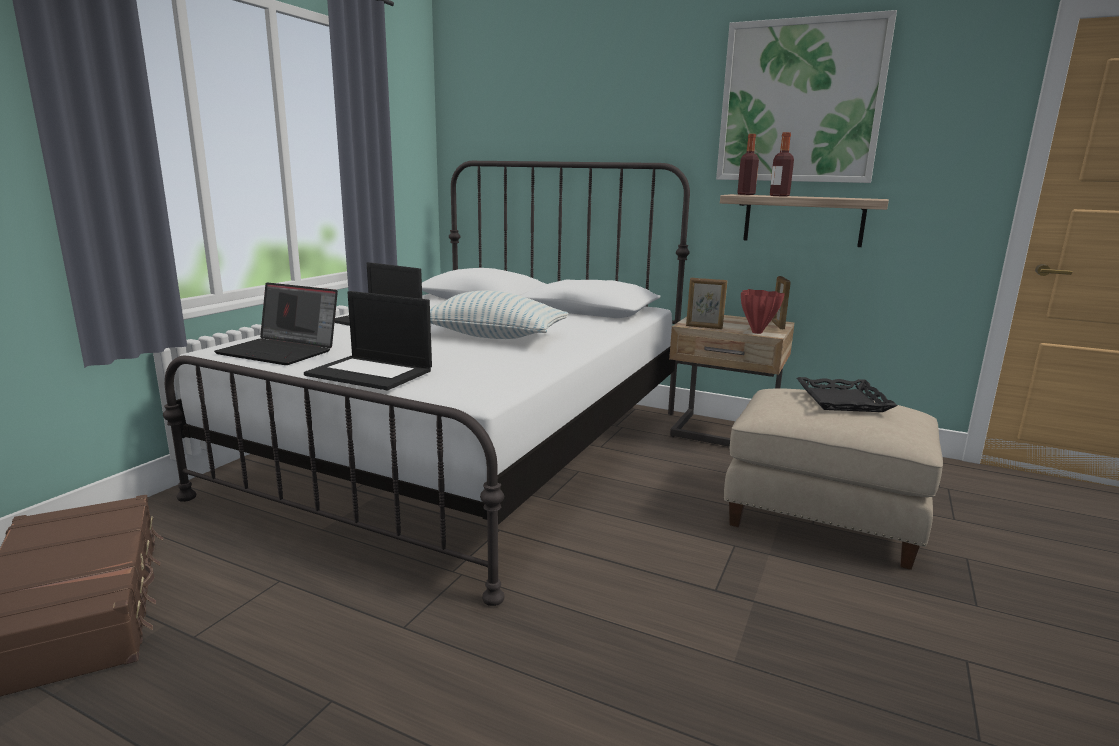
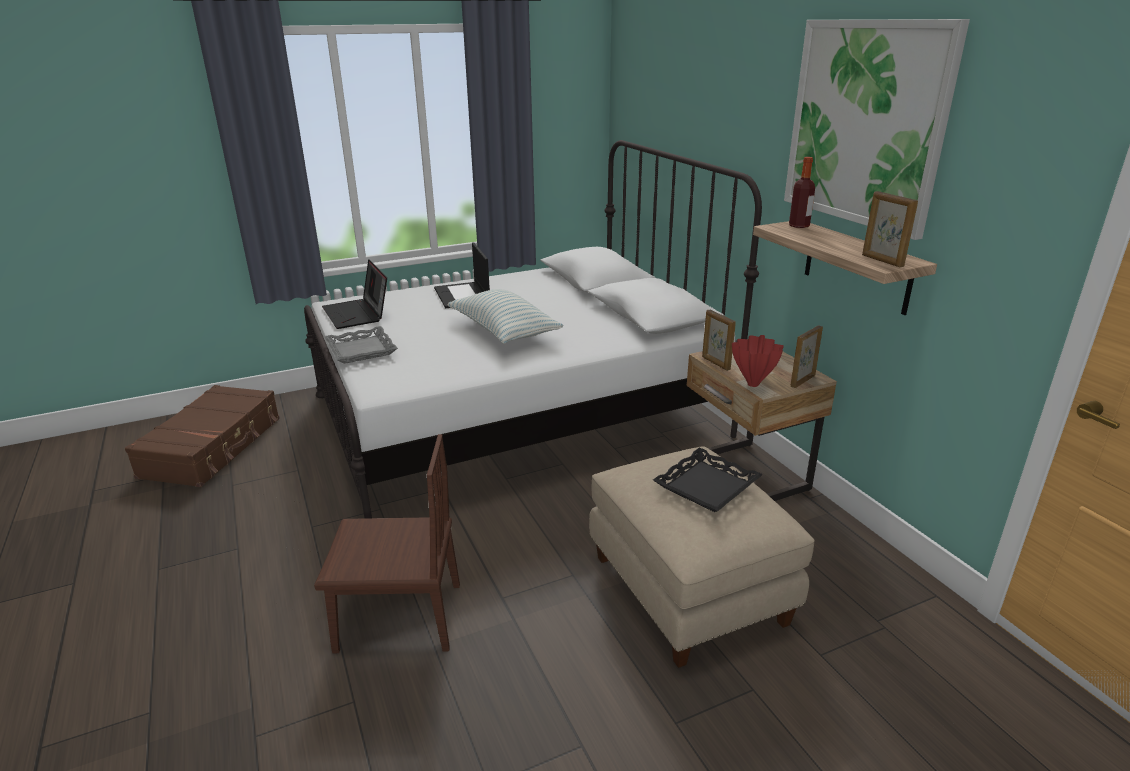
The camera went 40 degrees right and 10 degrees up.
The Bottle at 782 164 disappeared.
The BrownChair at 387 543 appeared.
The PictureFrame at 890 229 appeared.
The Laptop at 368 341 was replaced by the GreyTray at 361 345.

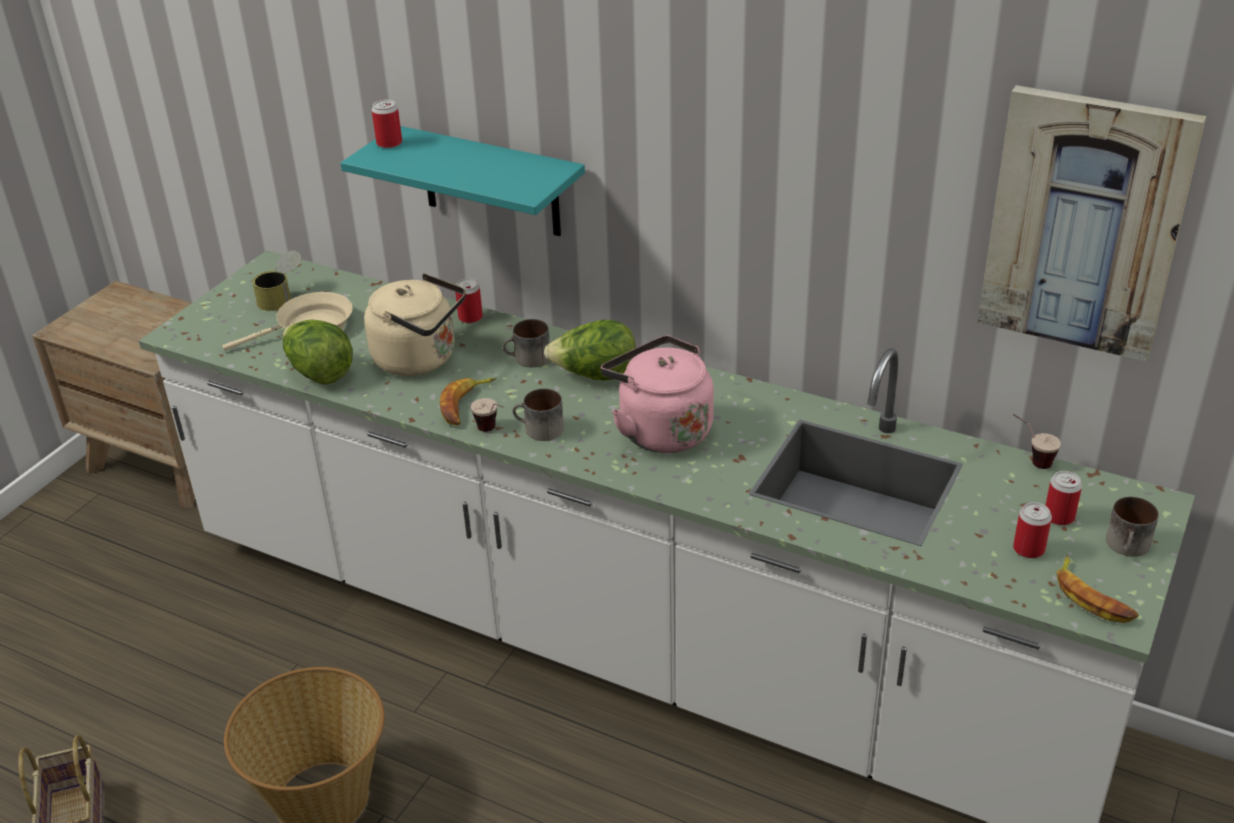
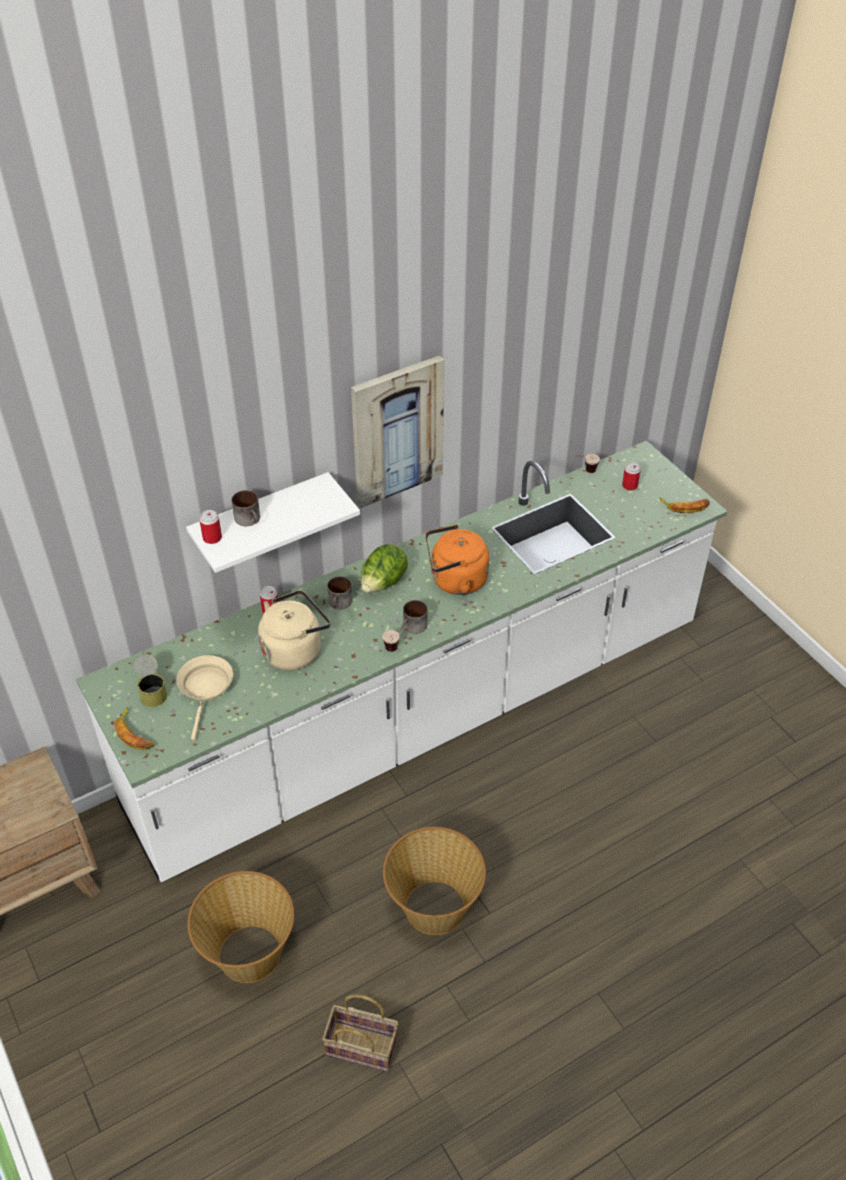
The camera went 60 degrees left and 10 degrees up.
The Lettuce at 318 352 disappeared.
The Can at 1032 530 disappeared.
The Basket at 240 927 appeared.
The Banana moved from 468 401 to 134 728.
The Picture moved from 1092 223 to 397 431.
The Mug moved from 1132 527 to 246 508.
The TurquoiseShelf at 463 181 became the WhiteShelf at 273 522.
The PinkKettle at 657 394 became the OrangeKettle at 457 560.

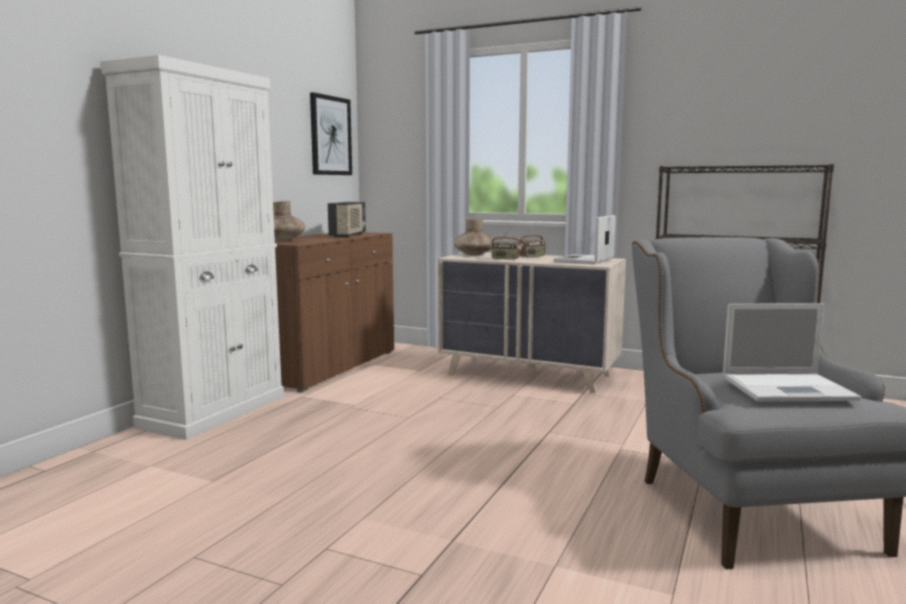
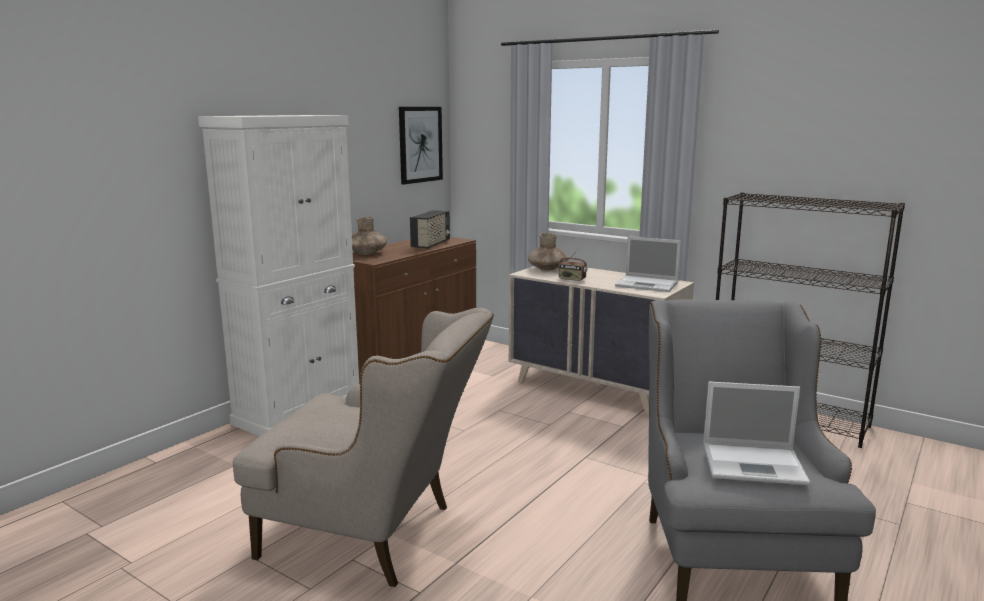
The camera went 10 degrees right and 5 degrees up.
The Radio at 532 242 disappeared.
The BeigeArmchair at 363 447 appeared.
The Laptop at 584 239 turned 105 degrees counterclockwise.

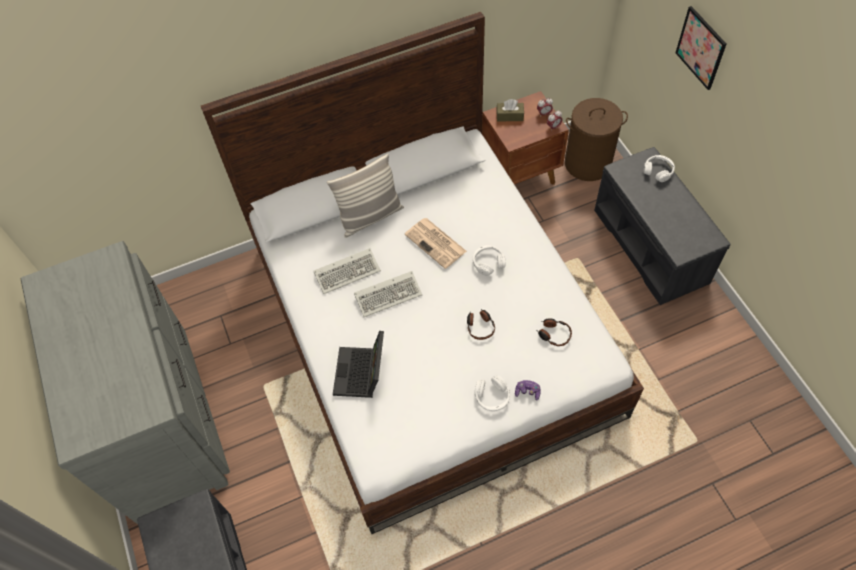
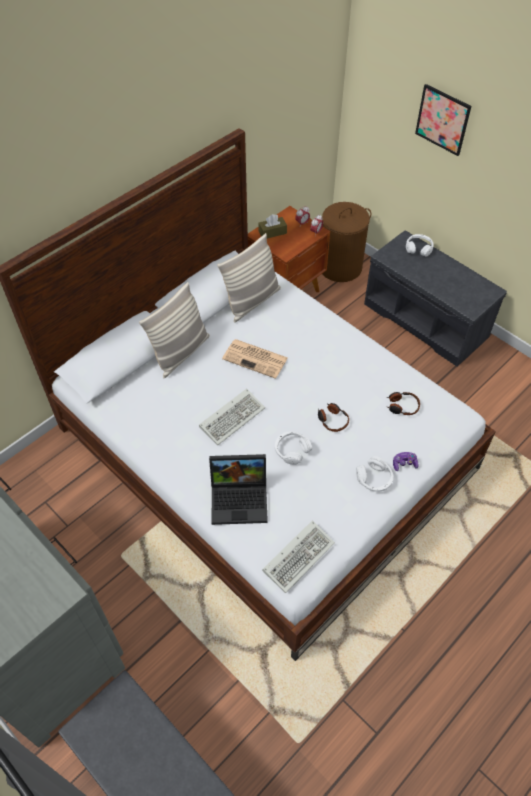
The camera went 25 degrees left and 5 degrees down.
The Pillow at 249 278 appeared.
The Keyboard moved from 347 271 to 298 556.
The WhiteHeadphones moved from 489 260 to 293 448.
The Laptop at 358 364 turned 75 degrees counterclockwise.

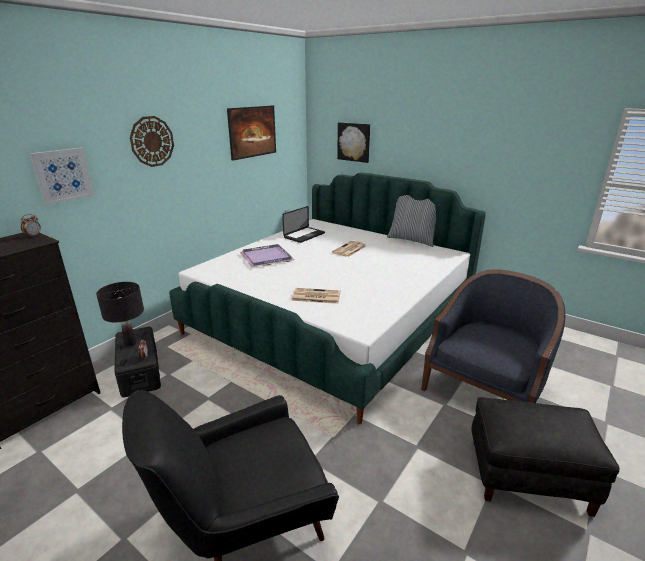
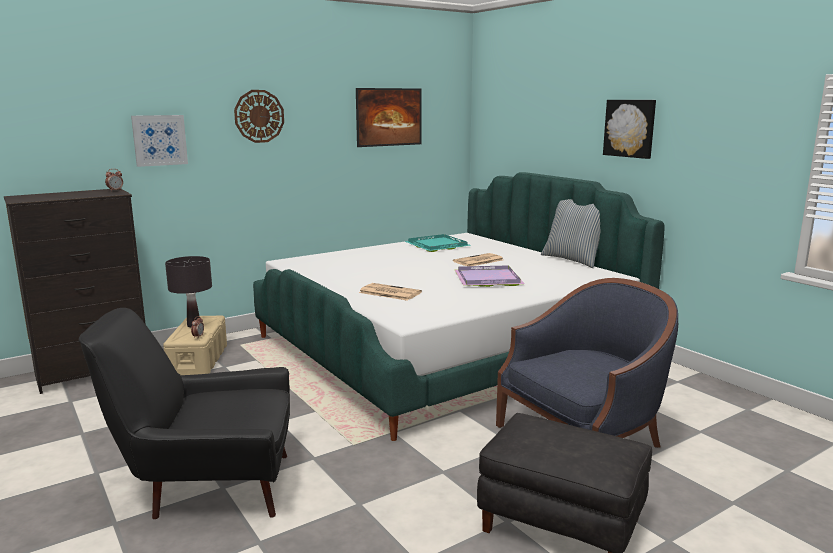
The camera went 20 degrees right and 10 degrees down.
The PurpleTray moved from 267 255 to 490 276.
The Picture moved from 353 142 to 629 129.
The Laptop at 303 224 was replaced by the TurquoiseTray at 437 243.
The BlackStorageBox at 137 362 became the BeigeStorageBox at 195 345.

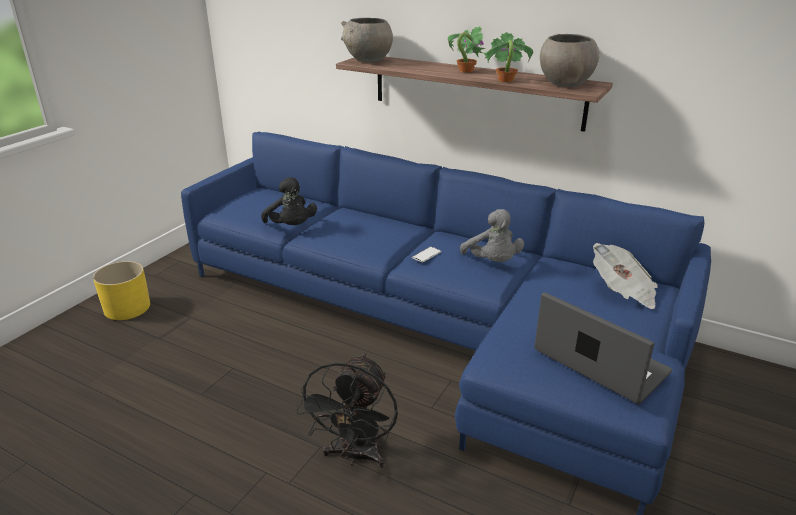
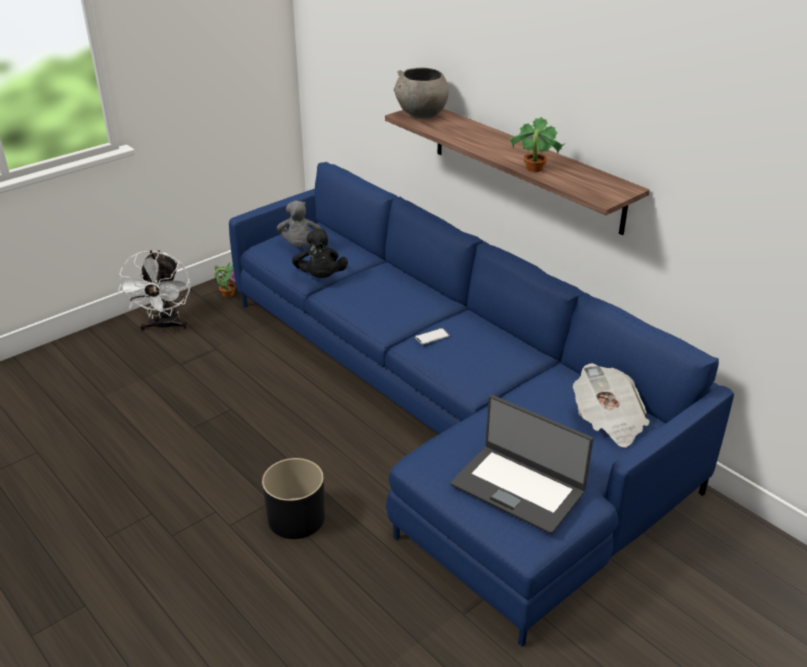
The camera went 20 degrees right and 5 degrees up.
The GreyBowl at 569 60 disappeared.
The PottedPlant moved from 467 49 to 225 279.
The GreyPlushToy moved from 492 235 to 299 224.
The YellowPlanter at 121 290 was replaced by the WhiteFan at 154 290.
The BlackFan at 347 410 was replaced by the BlackPlanter at 293 498.
The Laptop at 603 348 turned 150 degrees clockwise.

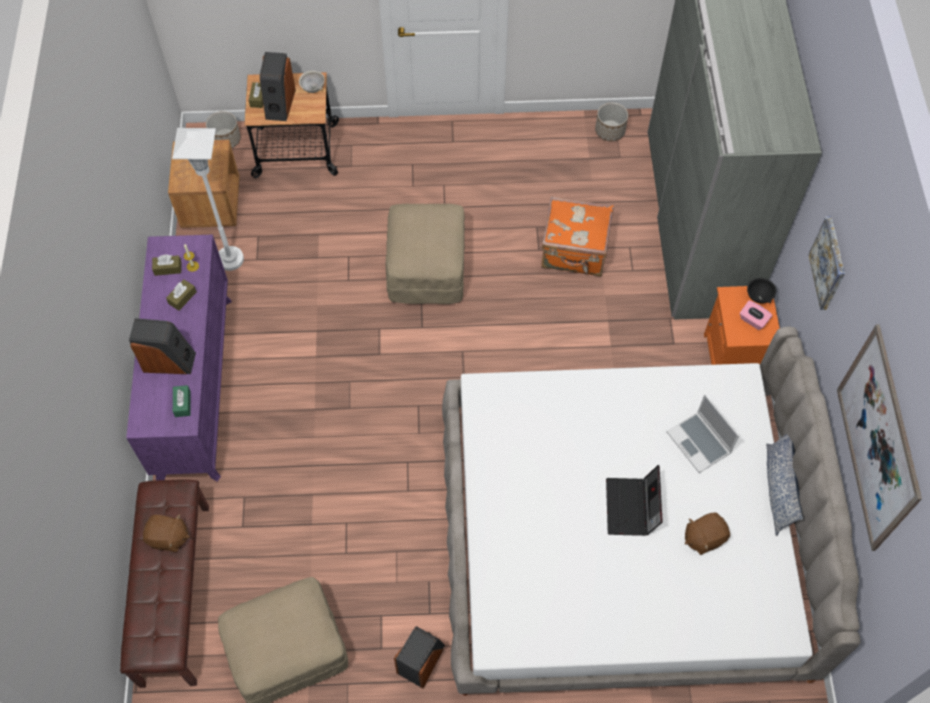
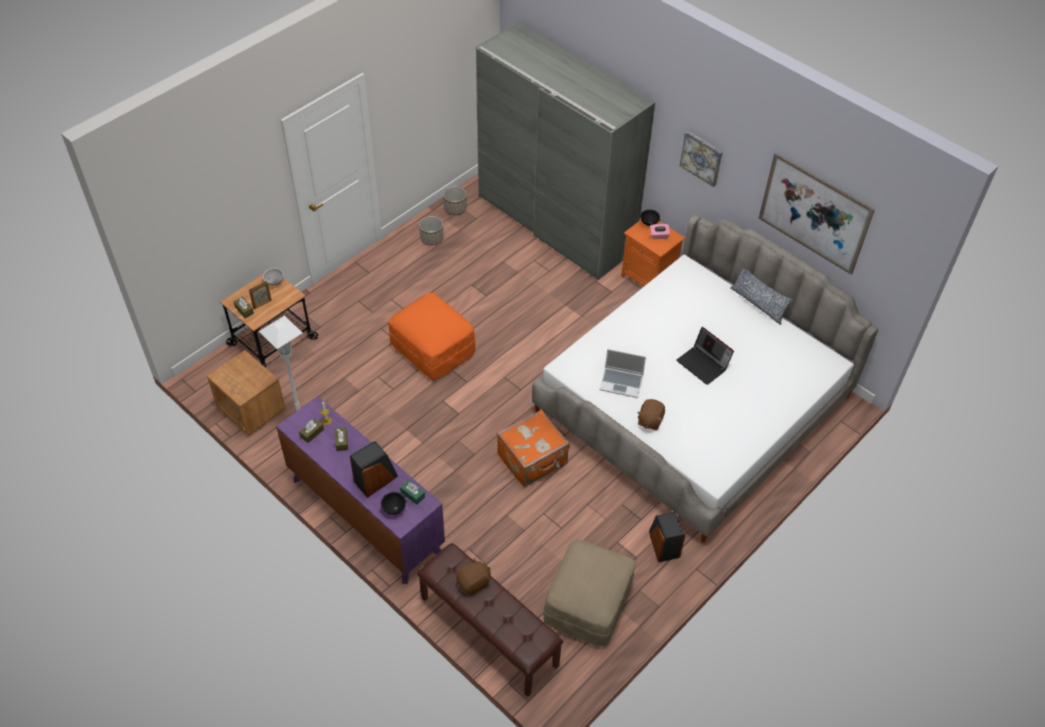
The camera went 45 degrees left and 10 degrees down.
The BlackBowl at 394 503 appeared.
The Planter moved from 223 129 to 431 231.
The OrangeSuitcase moved from 577 236 to 533 448.
The Laptop moved from 702 433 to 622 373.
The BrownPlushToy moved from 707 533 to 651 414.
The Speaker at 278 86 was replaced by the PictureFrame at 260 295.
The BeigeOttoman at 425 254 became the OrangeOttoman at 431 336.

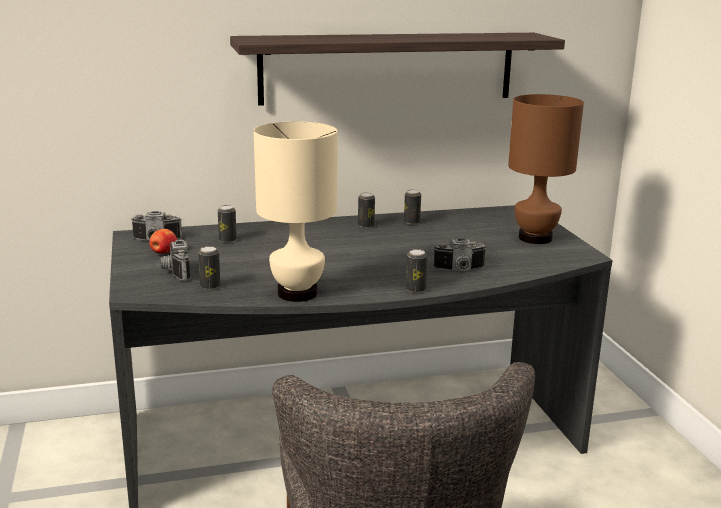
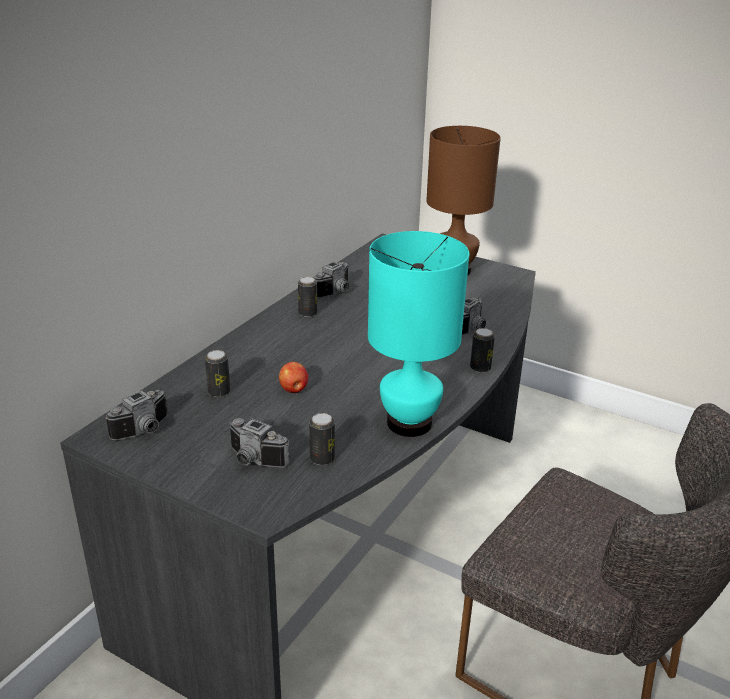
The camera went 45 degrees left and 10 degrees up.
The Shelf at 397 69 disappeared.
The Apple moved from 163 241 to 293 377.
The Can at 412 207 was replaced by the PhotoCamera at 331 280.
The BeigeTableLamp at 296 211 became the TurquoiseTableLamp at 418 334.

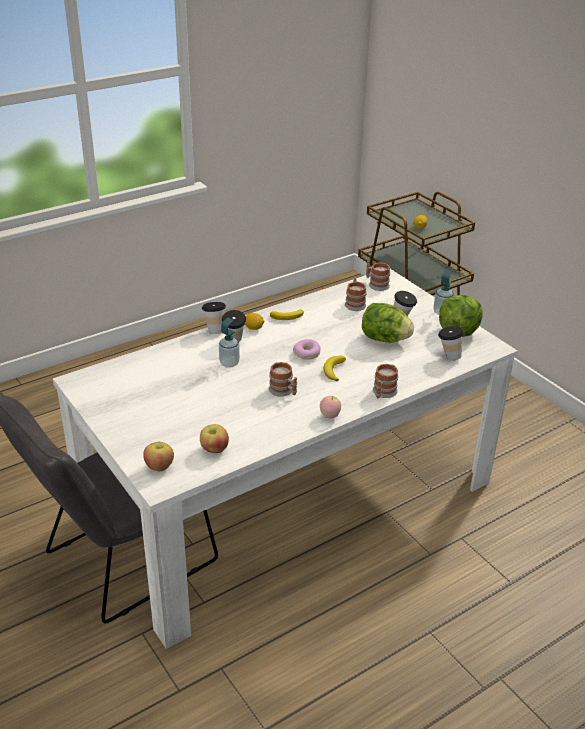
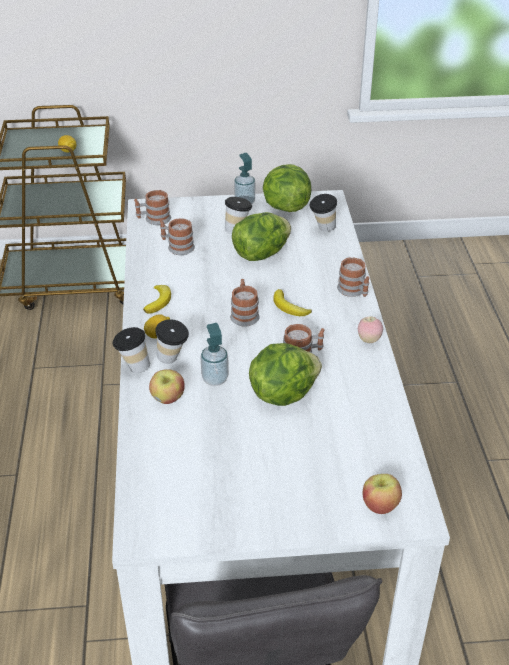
The camera went 60 degrees left and 5 degrees up.
The Lettuce at 285 374 appeared.
The Apple moved from 214 438 to 167 386.
The Donut at 307 349 was replaced by the Mug at 245 302.

